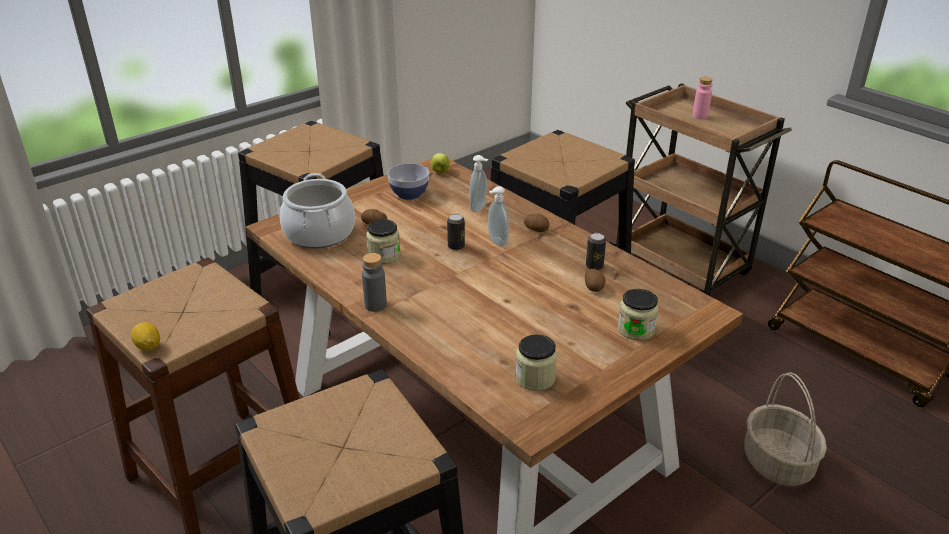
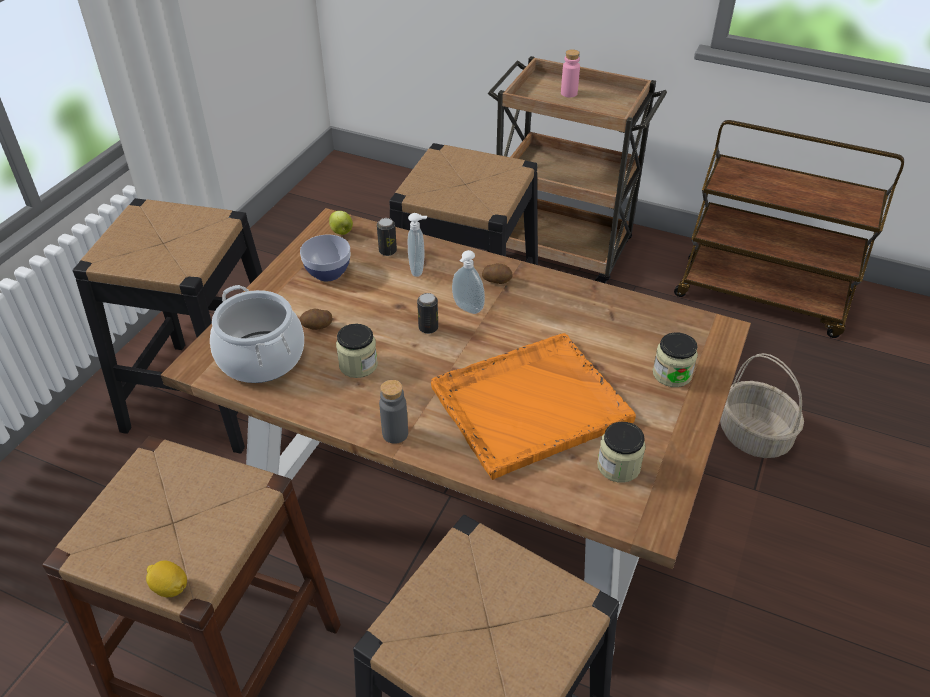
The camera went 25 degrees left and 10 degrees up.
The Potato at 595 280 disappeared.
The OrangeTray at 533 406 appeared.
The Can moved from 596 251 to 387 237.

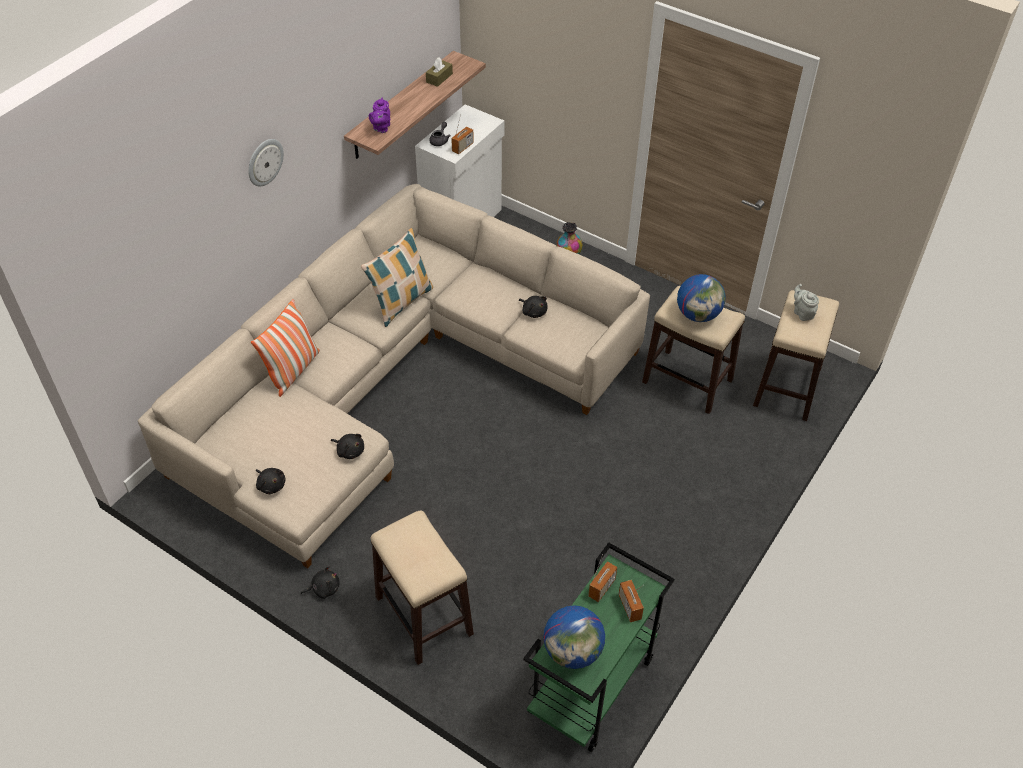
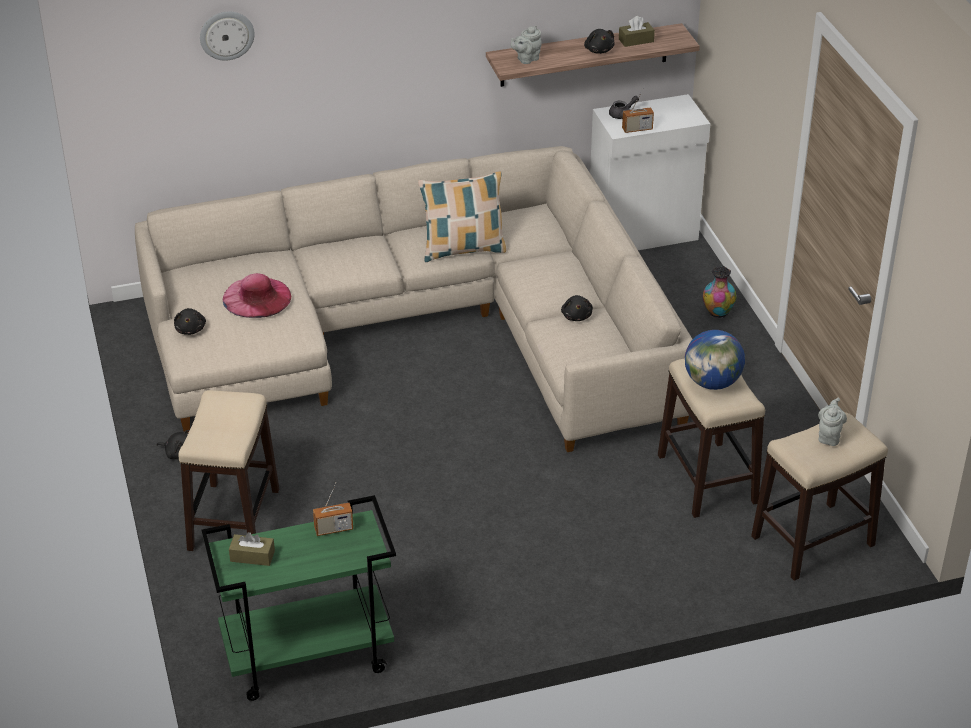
The camera went 40 degrees right and 10 degrees down.
The Pillow at 285 348 disappeared.
The Radio at 631 601 disappeared.
The PinkHat at 257 295 appeared.
The WallClock moved from 266 163 to 227 36.
The BlackPlushToy moved from 347 446 to 599 41.
The Globe at 574 637 was replaced by the BrownTissueBox at 252 549.
The PurpleTeapot at 379 115 became the GreyTeapot at 526 45.

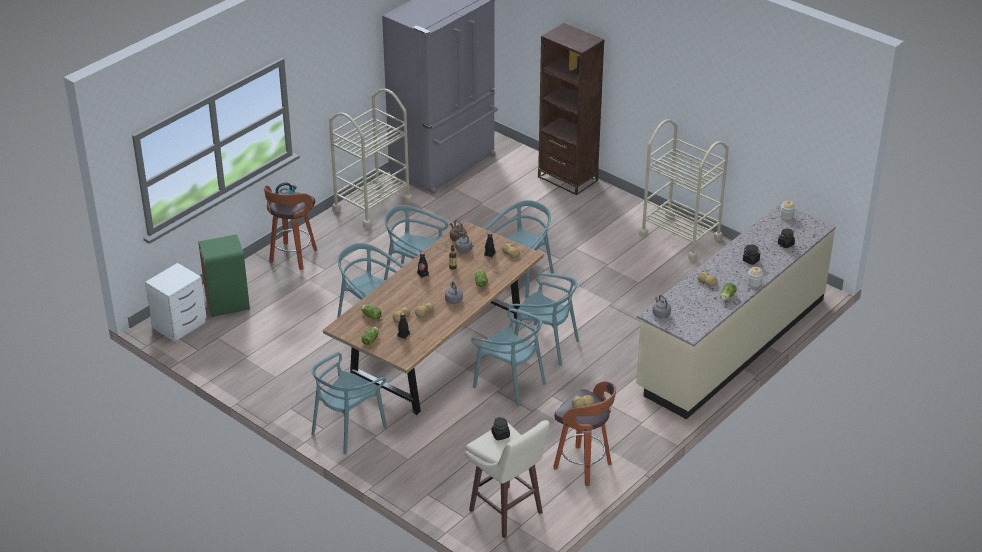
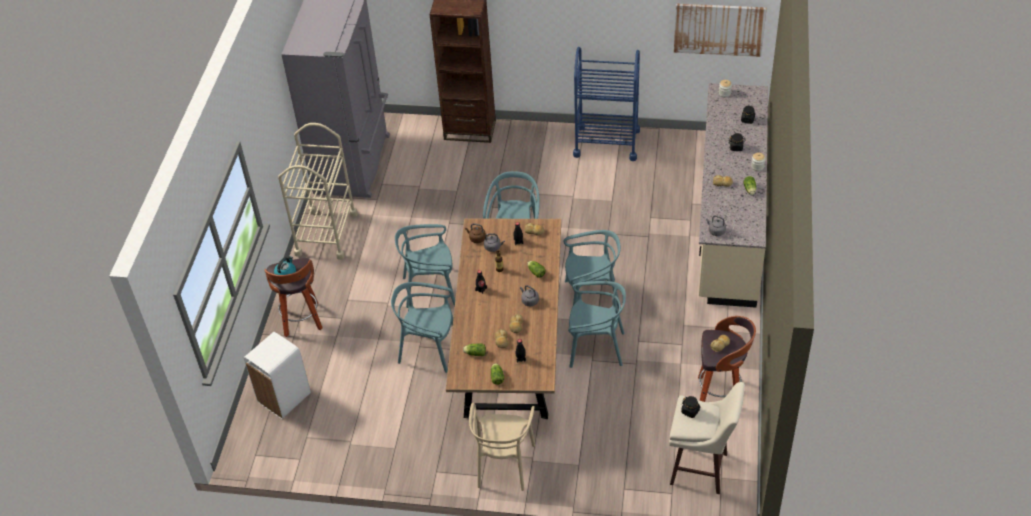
The camera went 30 degrees left and 10 degrees up.
The WhiteNightstand at 175 302 disappeared.
The Picture at 720 30 appeared.
The GreenTrashCan at 224 275 became the WhiteTrashCan at 277 375.
The TurquoiseChair at 349 404 became the BeigeChair at 502 447.
The BeigeCart at 684 190 became the BlueCart at 606 104.

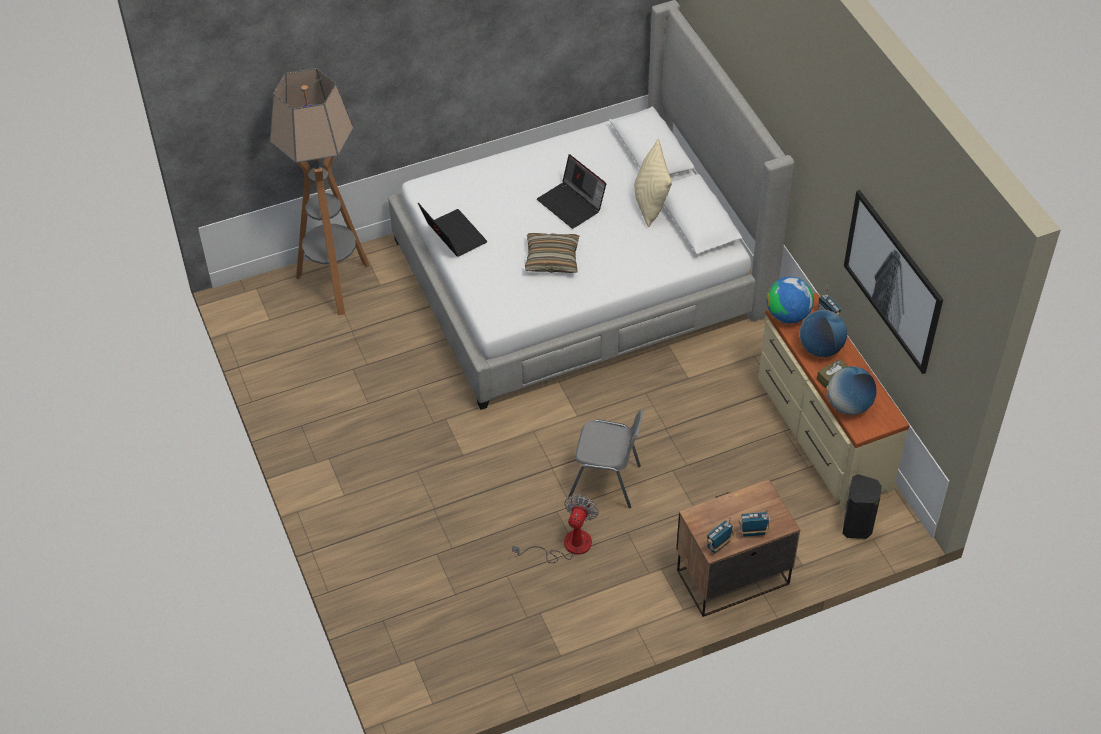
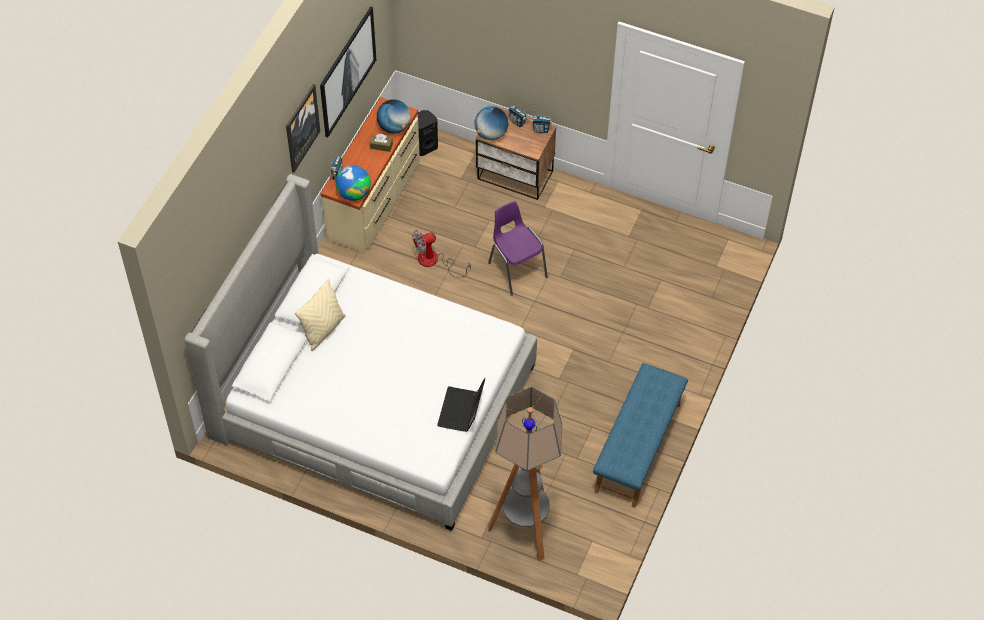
The camera went 135 degrees left and 5 degrees up.
The Pillow at 552 253 disappeared.
The Laptop at 571 191 disappeared.
The Picture at 303 128 appeared.
The BlueBench at 640 435 appeared.
The Fan moved from 555 529 to 441 253.
The Globe moved from 823 333 to 491 123.
The GreyChair at 606 459 became the PurpleChair at 518 248.

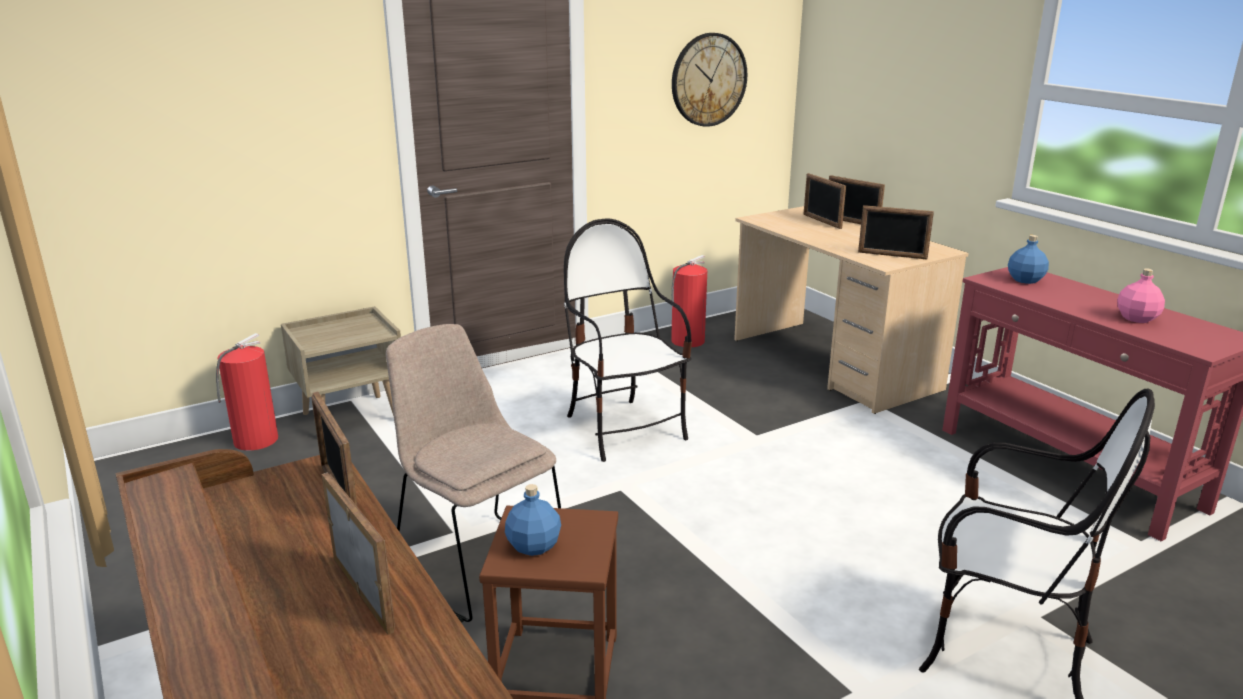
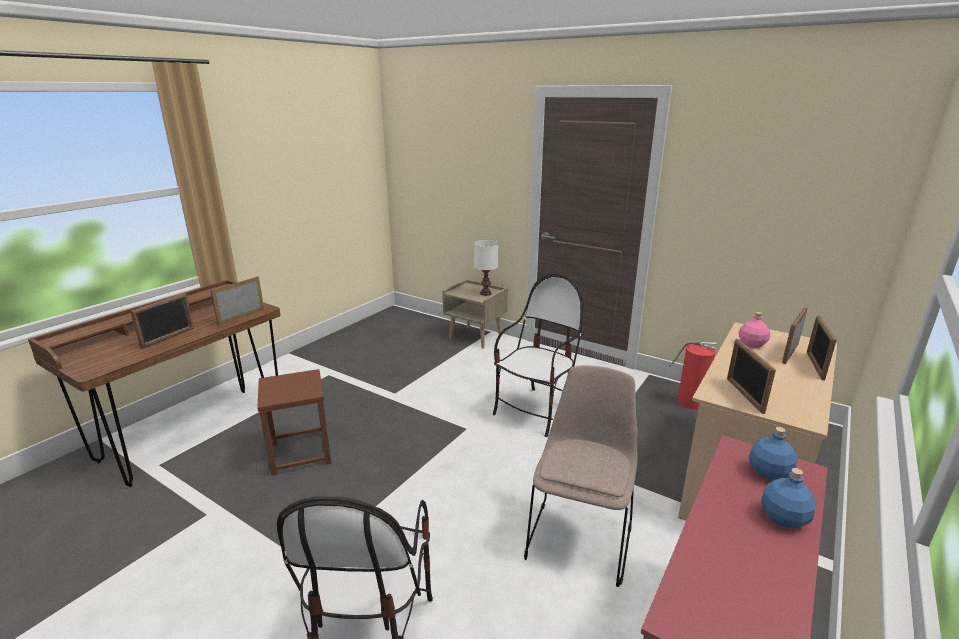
The camera went 65 degrees right and 0 degrees up.
The FireExtinguisher at 247 392 disappeared.
The WallClock at 709 80 disappeared.
The WhiteTableLamp at 486 268 appeared.
The BeigeChair moved from 473 473 to 581 476.
The BlueBottle moved from 533 520 to 788 498.
The PinkBottle moved from 1141 295 to 754 330.

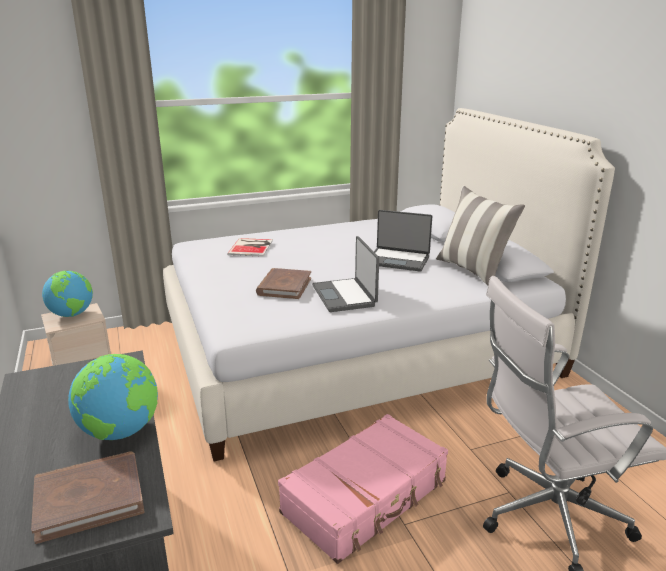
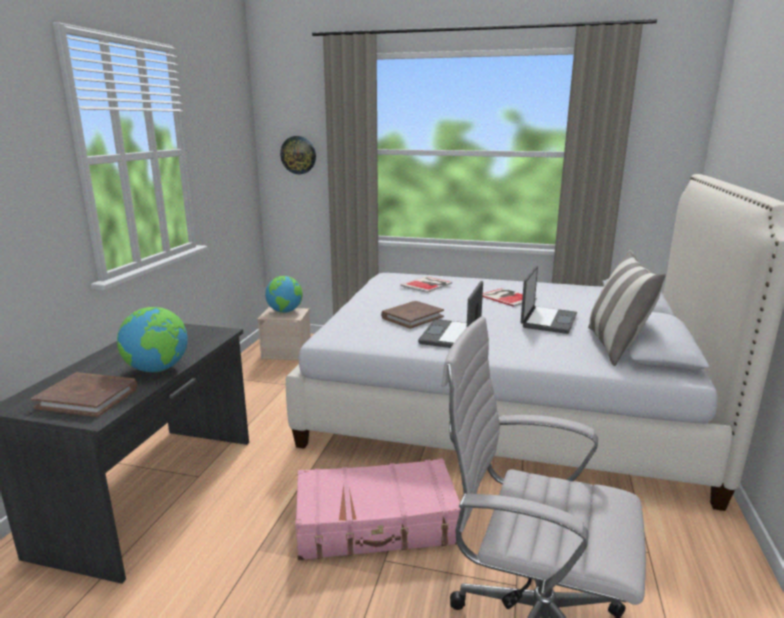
The camera went 35 degrees right and 5 degrees down.
The WallClock at 298 155 appeared.
The Book at 510 297 appeared.
The Laptop at 403 241 turned 120 degrees counterclockwise.

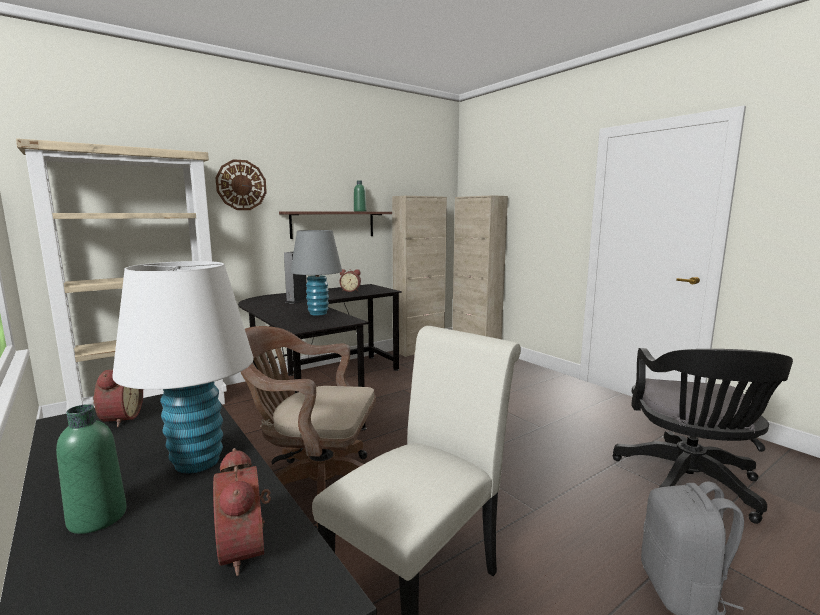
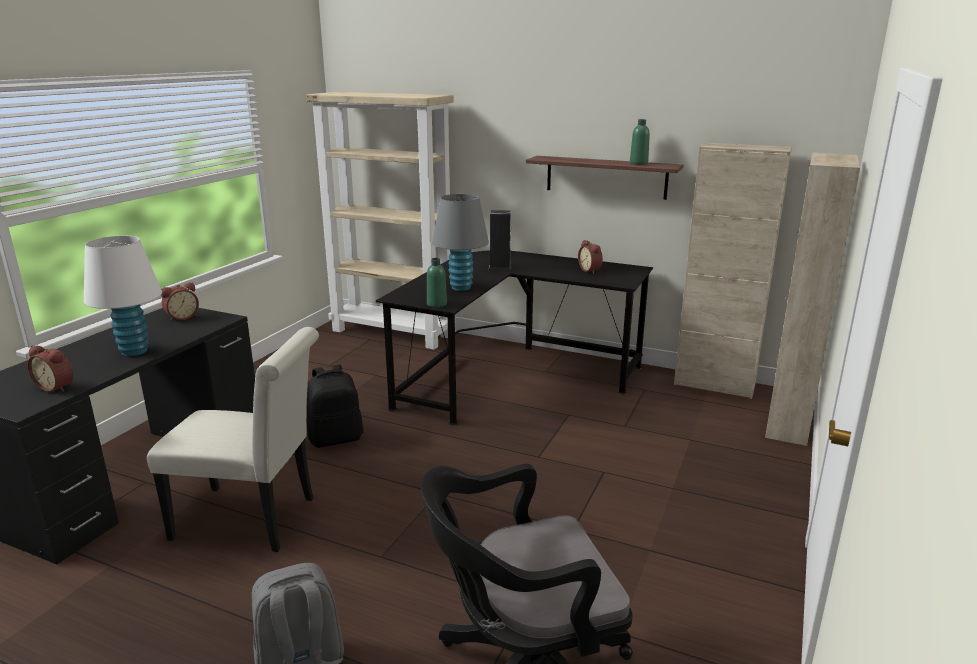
The camera went 60 degrees right and 10 degrees up.
The WallClock at 241 184 disappeared.
The GreenBottle moved from 91 469 to 437 282.
The BrownOfficeChair at 308 428 was replaced by the BlackBackpack at 335 406.
The AlarmClock at 242 512 turned 105 degrees counterclockwise.

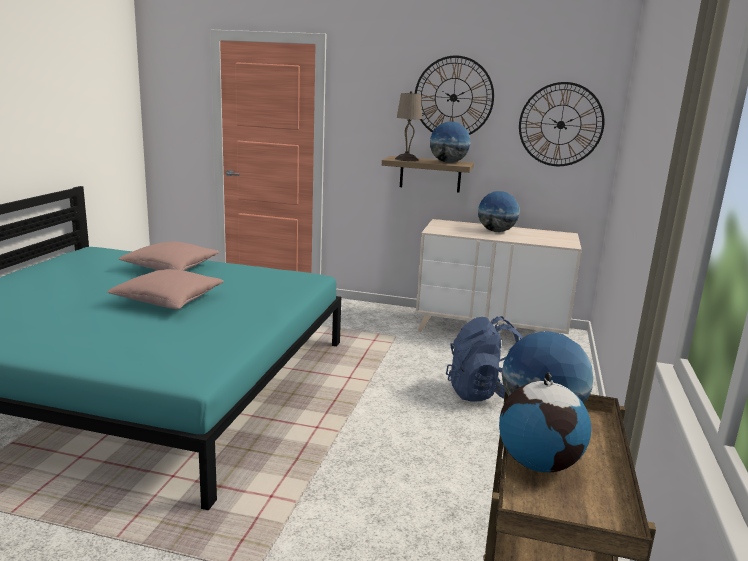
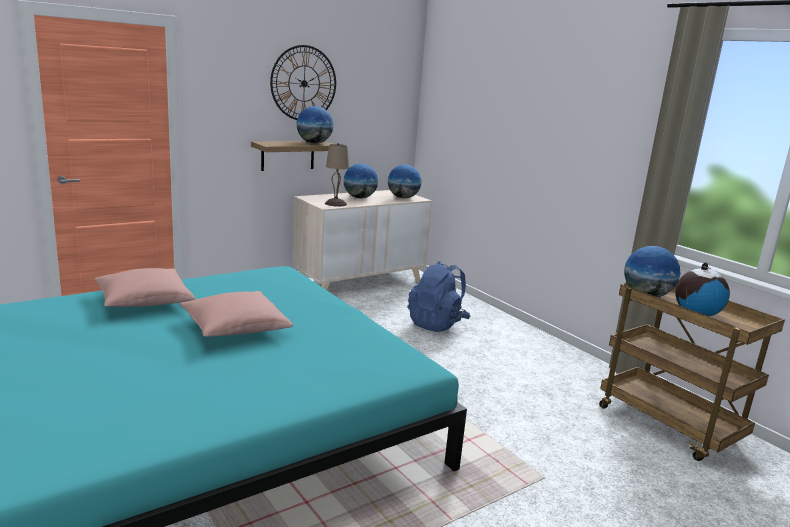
The camera went 50 degrees left and 0 degrees up.
The WallClock at 561 124 disappeared.
The Globe at 405 182 appeared.
The BeigeTableLamp moved from 408 126 to 337 175.

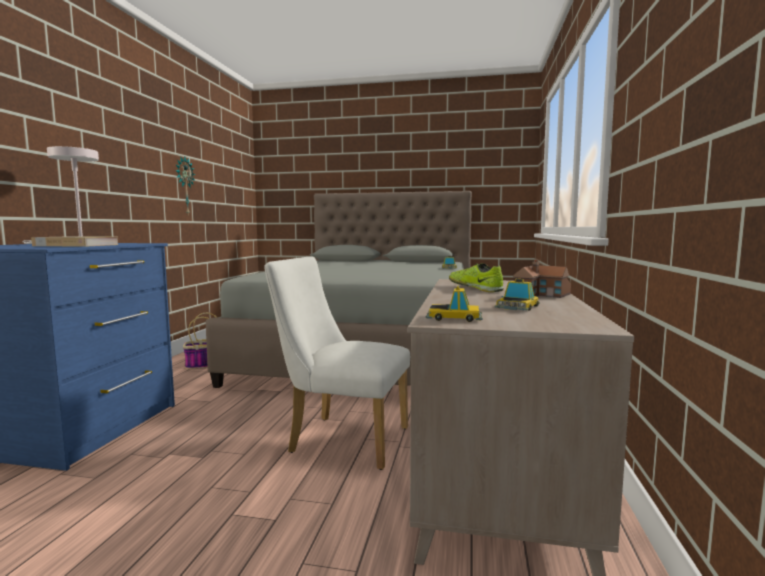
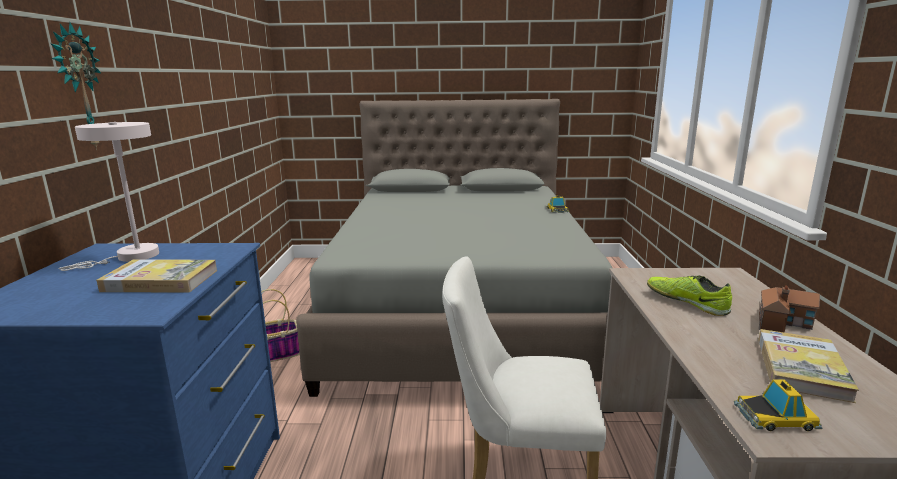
The camera went 10 degrees left and 10 degrees up.
The WallClock moved from 185 185 to 75 86.
The ToyCar at 517 295 was replaced by the Book at 808 366.

